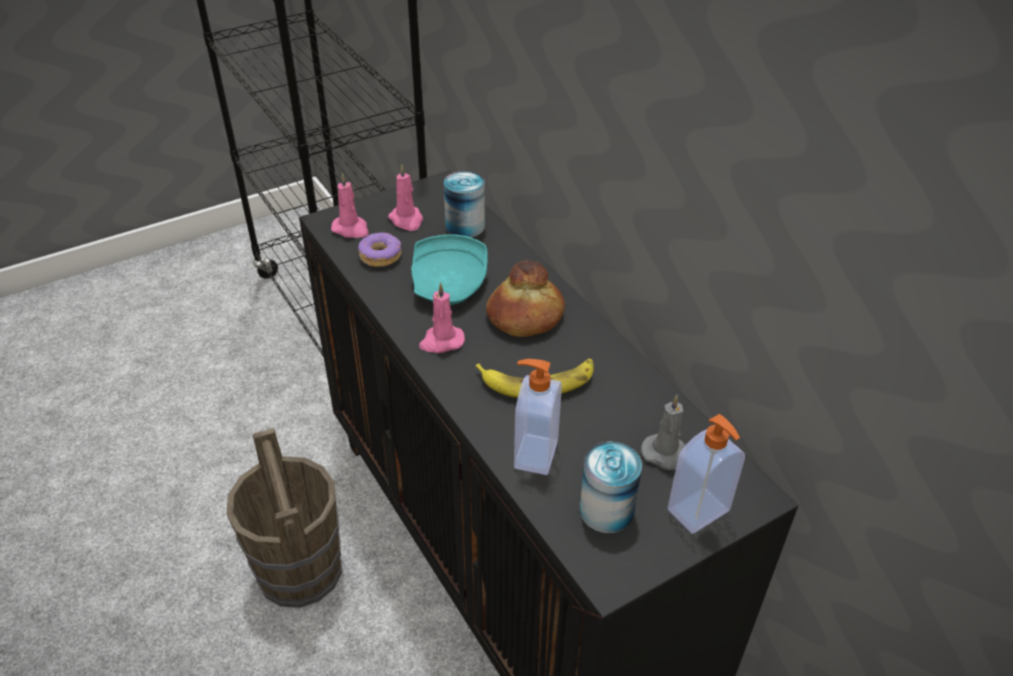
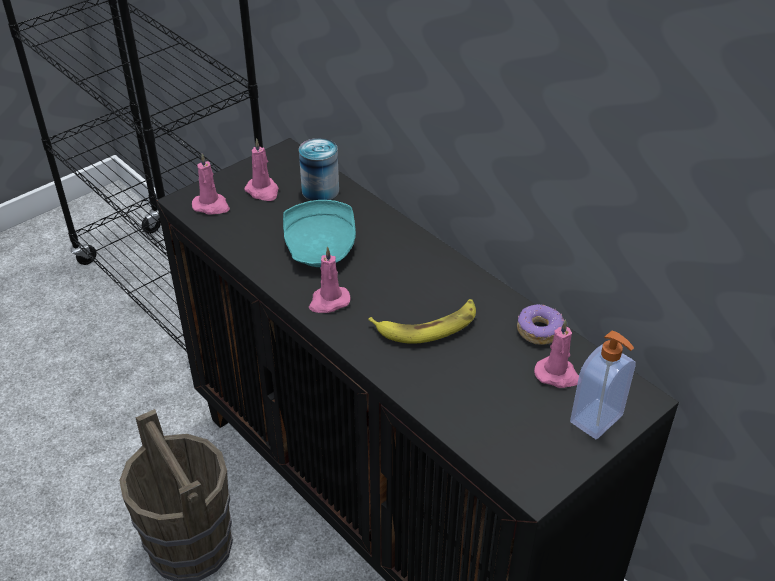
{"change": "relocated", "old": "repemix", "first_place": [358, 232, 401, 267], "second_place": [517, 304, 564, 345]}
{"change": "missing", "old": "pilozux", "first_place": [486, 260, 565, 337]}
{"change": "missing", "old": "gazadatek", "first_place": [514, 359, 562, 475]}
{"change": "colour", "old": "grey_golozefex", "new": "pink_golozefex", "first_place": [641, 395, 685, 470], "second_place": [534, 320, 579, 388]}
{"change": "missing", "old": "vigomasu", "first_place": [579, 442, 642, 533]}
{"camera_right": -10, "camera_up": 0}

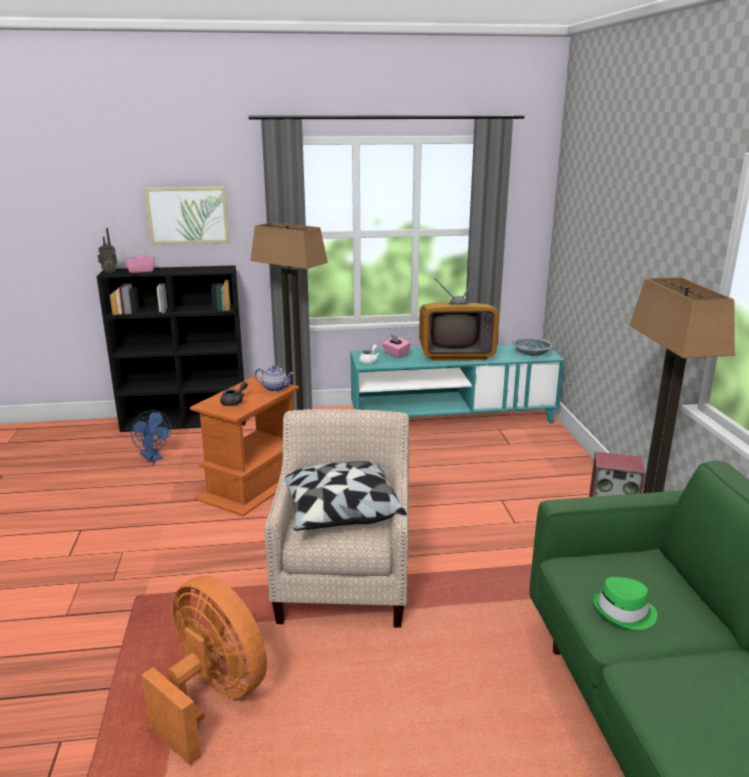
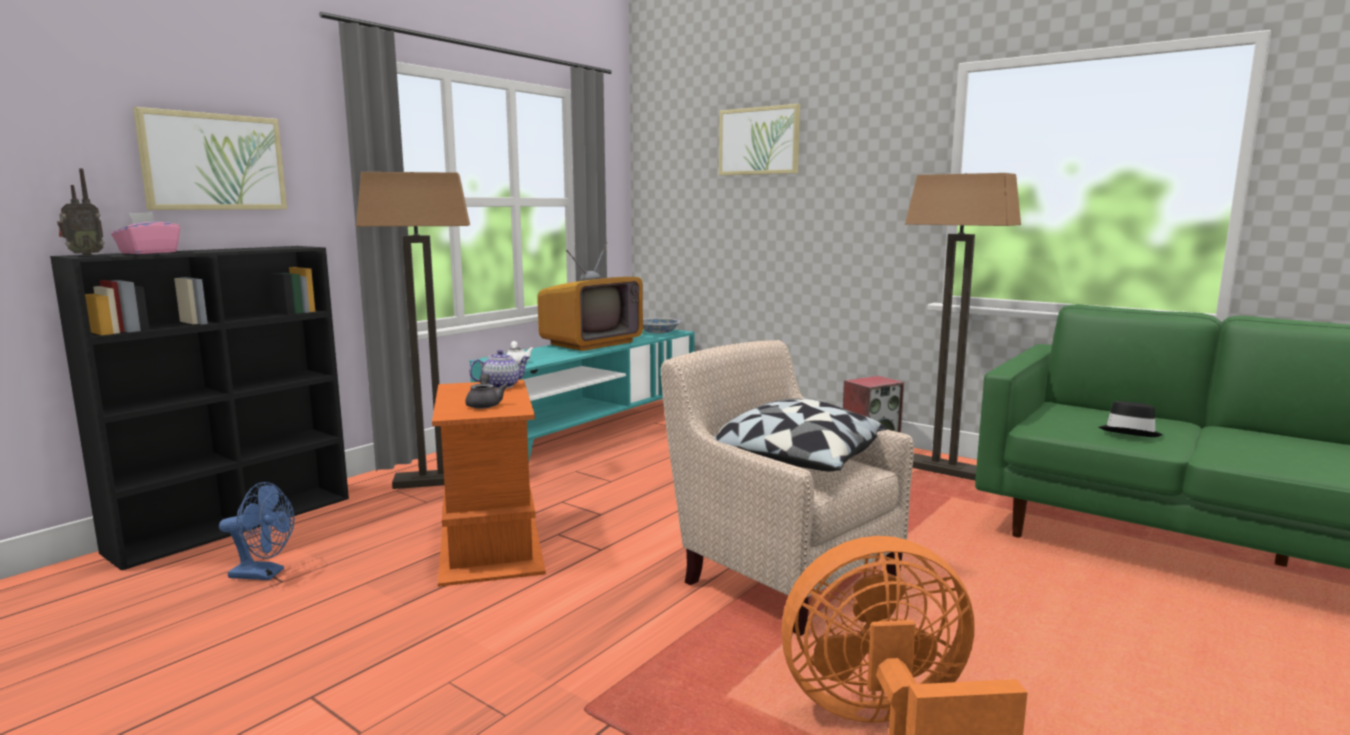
{"change": "missing", "old": "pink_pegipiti", "first_place": [382, 335, 411, 358]}
{"change": "colour", "old": "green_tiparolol", "new": "black_tiparolol", "first_place": [592, 577, 657, 630], "second_place": [1099, 401, 1163, 437]}
{"change": "appeared", "new": "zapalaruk", "second_place": [719, 104, 800, 175]}
{"camera_right": -45, "camera_up": -10}

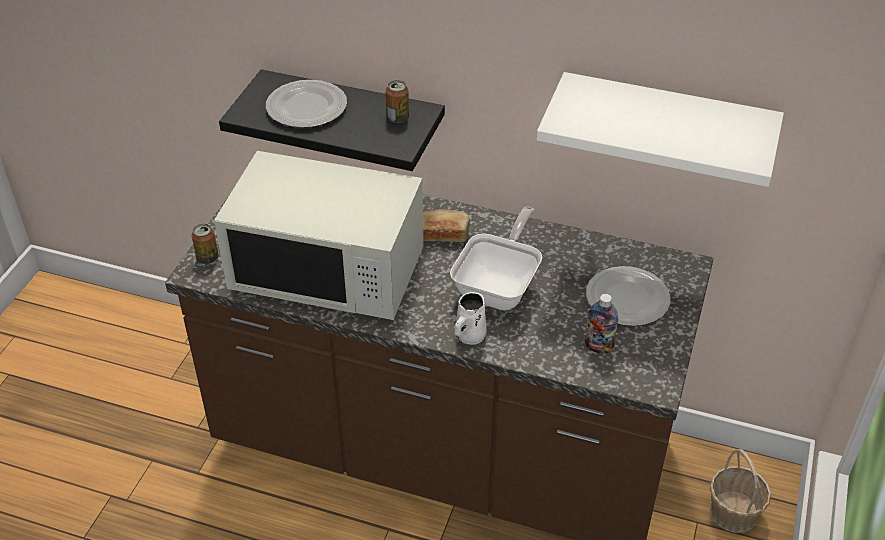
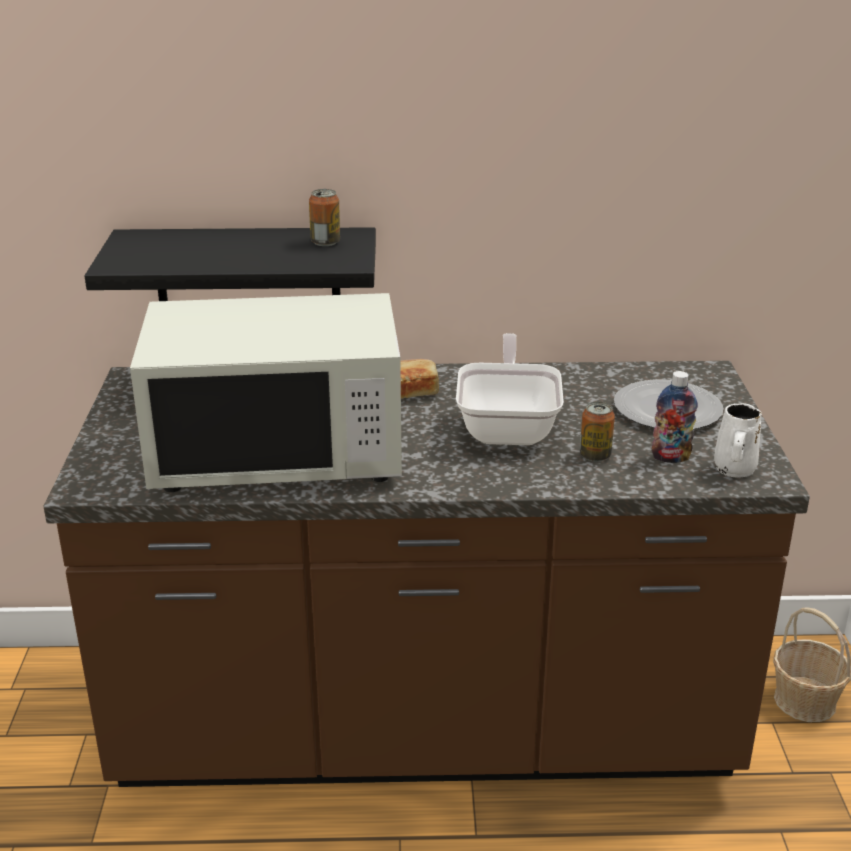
{"change": "missing", "old": "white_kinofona", "first_place": [536, 72, 784, 187]}
{"change": "missing", "old": "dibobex", "first_place": [266, 80, 347, 128]}
{"change": "relocated", "old": "vigomasu", "first_place": [192, 224, 219, 264], "second_place": [580, 401, 615, 462]}
{"change": "relocated", "old": "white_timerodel", "first_place": [455, 292, 487, 345], "second_place": [714, 403, 762, 478]}
{"camera_right": -20, "camera_up": -15}

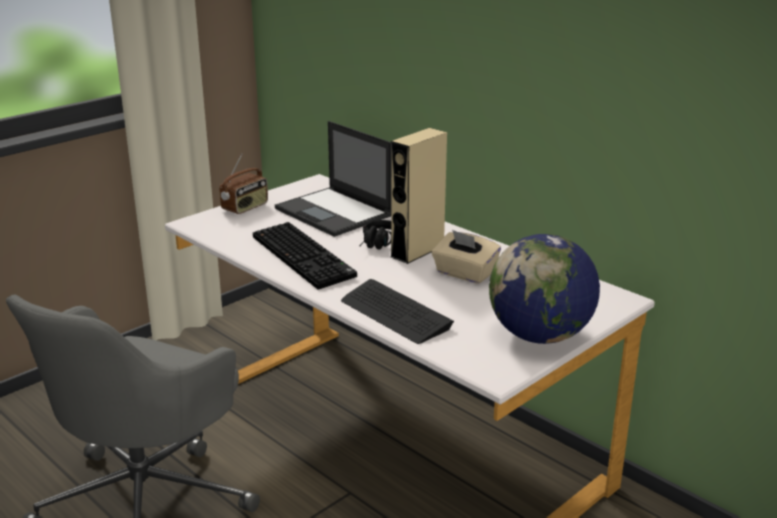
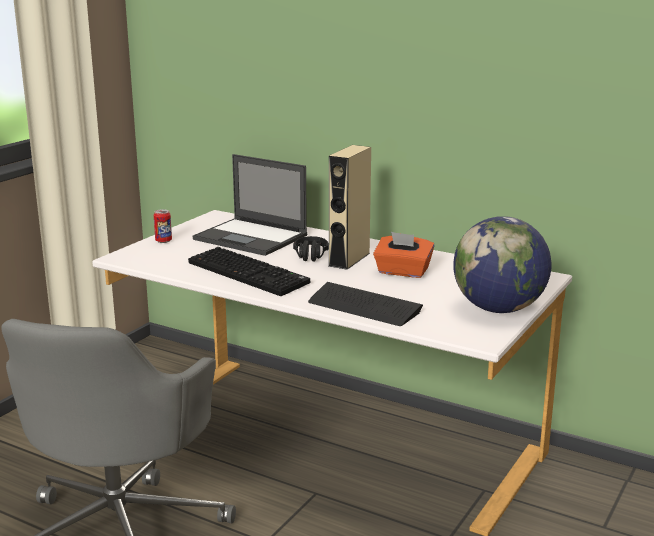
{"change": "exchanged", "old": "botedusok", "new": "vigomasu", "first_place": [219, 153, 268, 214], "second_place": [154, 209, 172, 243]}
{"change": "colour", "old": "beige_pegipiti", "new": "orange_pegipiti", "first_place": [432, 230, 501, 284], "second_place": [373, 232, 434, 278]}
{"camera_right": -15, "camera_up": -5}

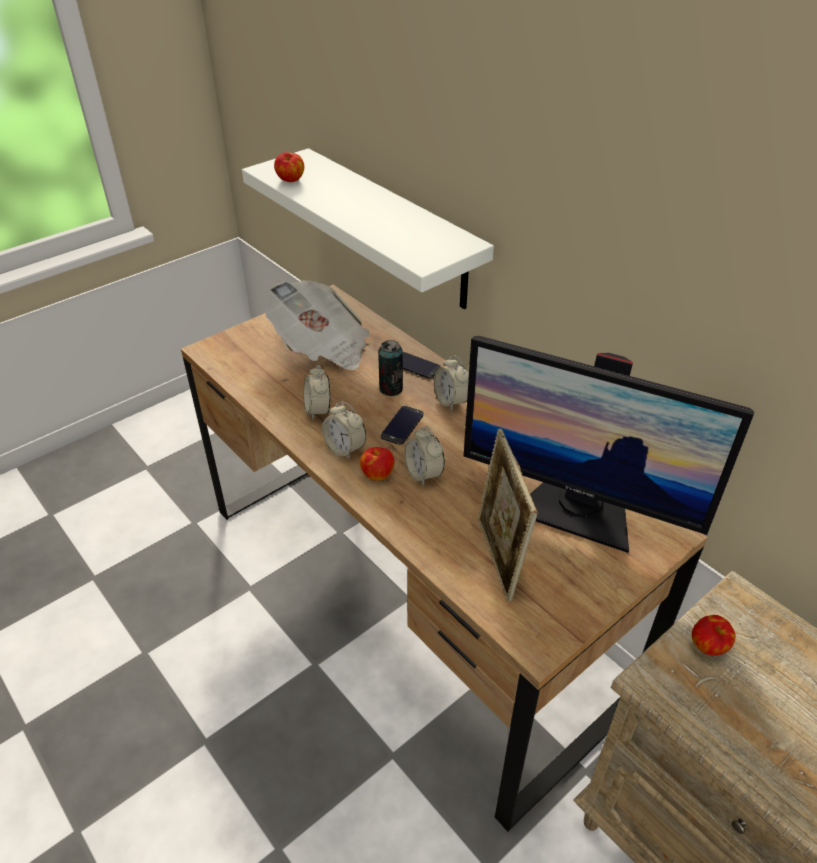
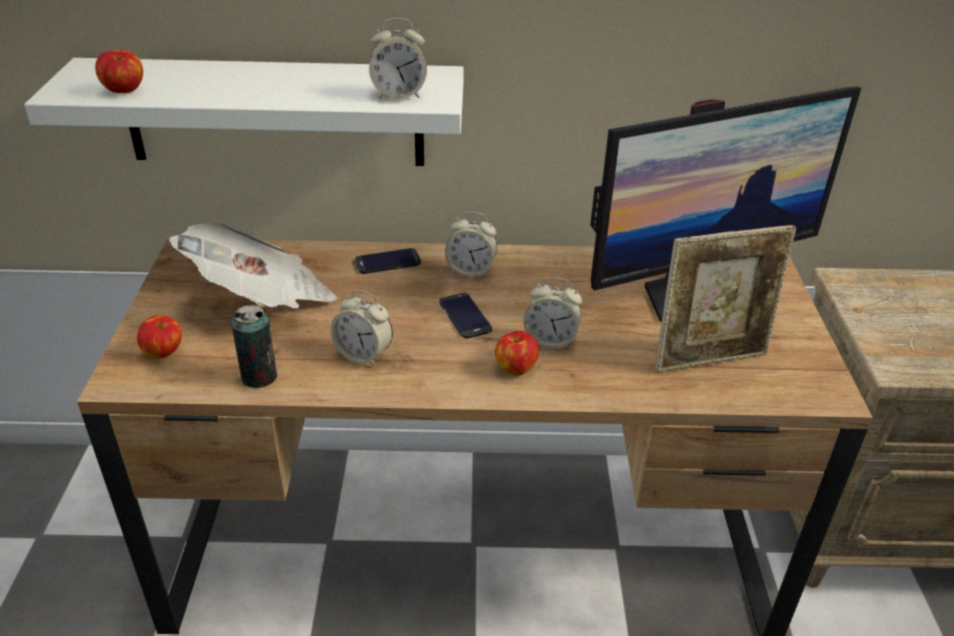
{"change": "relocated", "old": "vigomasu", "first_place": [378, 340, 403, 396], "second_place": [231, 305, 277, 388]}
{"change": "relocated", "old": "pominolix", "first_place": [322, 401, 366, 460], "second_place": [369, 18, 427, 100]}
{"change": "spun", "old": "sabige", "first_place": [478, 429, 538, 602], "second_place": [655, 225, 796, 373], "degrees": -45}
{"change": "relocated", "old": "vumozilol", "first_place": [692, 615, 736, 656], "second_place": [137, 315, 182, 358]}
{"camera_right": -50, "camera_up": -5}

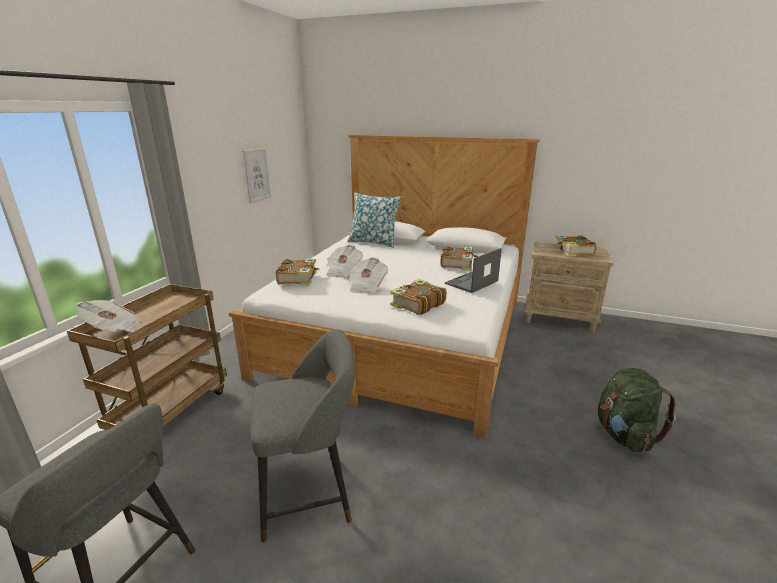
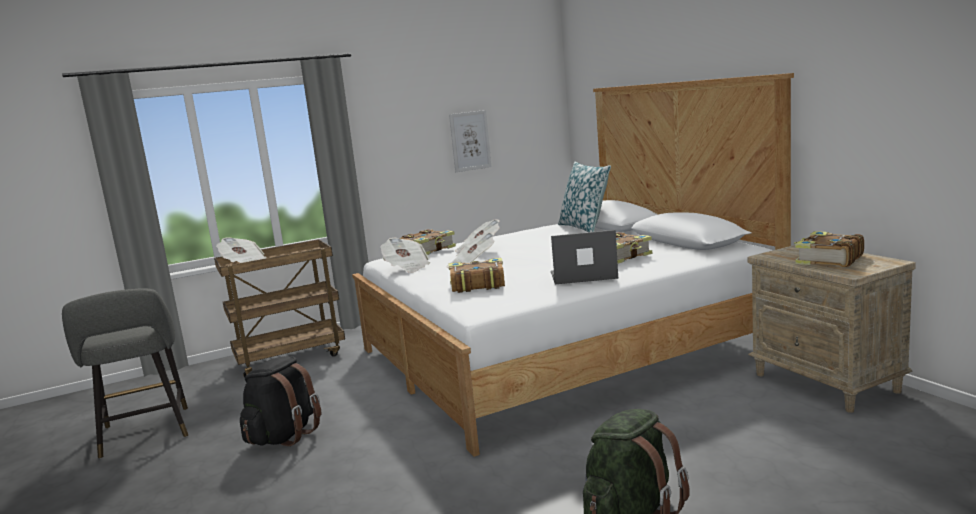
{"change": "exchanged", "old": "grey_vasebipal", "new": "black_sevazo", "first_place": [250, 329, 355, 542], "second_place": [240, 356, 322, 446]}
{"change": "appeared", "new": "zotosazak", "second_place": [380, 238, 430, 273]}
{"camera_right": 45, "camera_up": -10}

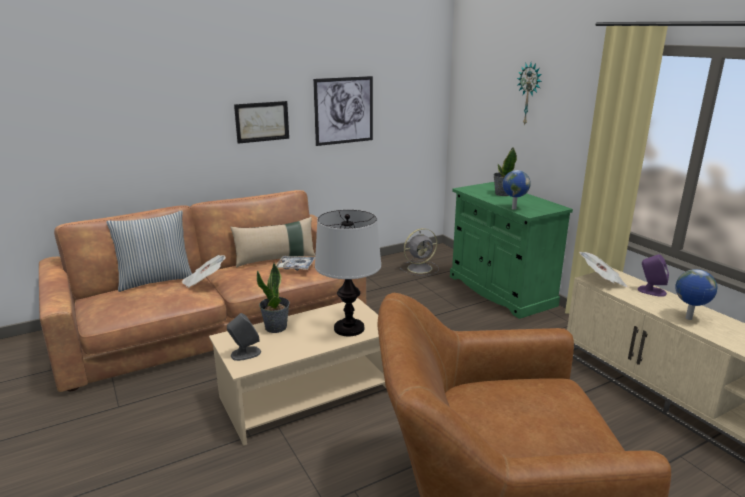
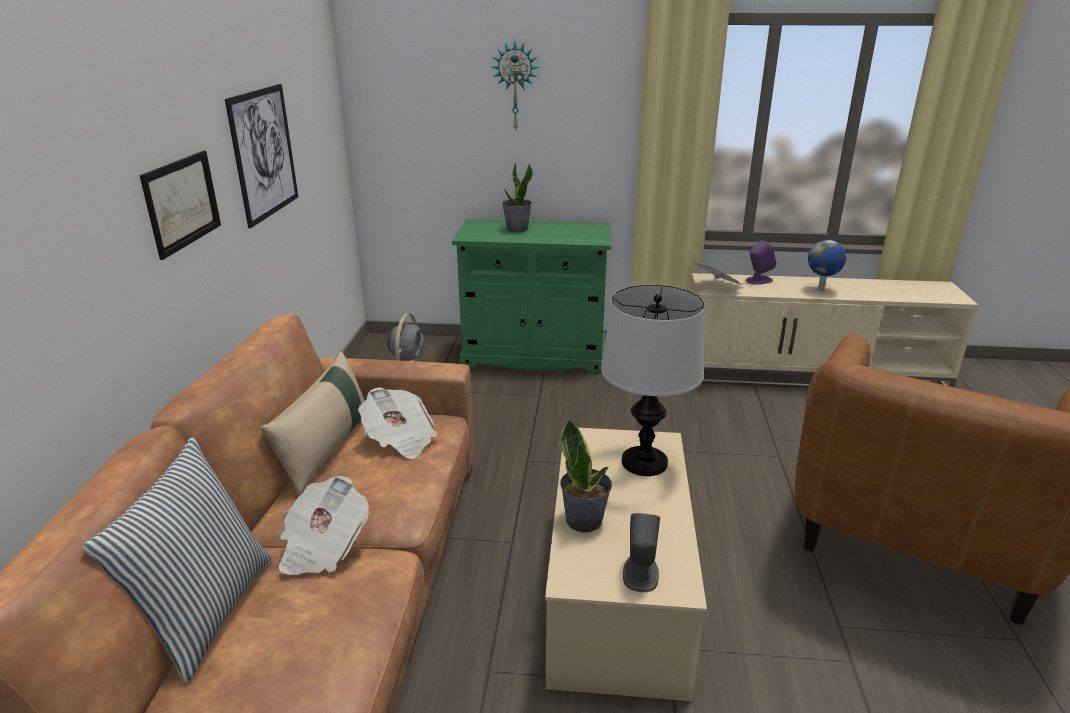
{"change": "missing", "old": "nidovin", "first_place": [503, 170, 531, 210]}
{"change": "exchanged", "old": "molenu", "new": "zotosazak", "first_place": [276, 256, 315, 271], "second_place": [358, 387, 438, 459]}
{"camera_right": -55, "camera_up": 5}

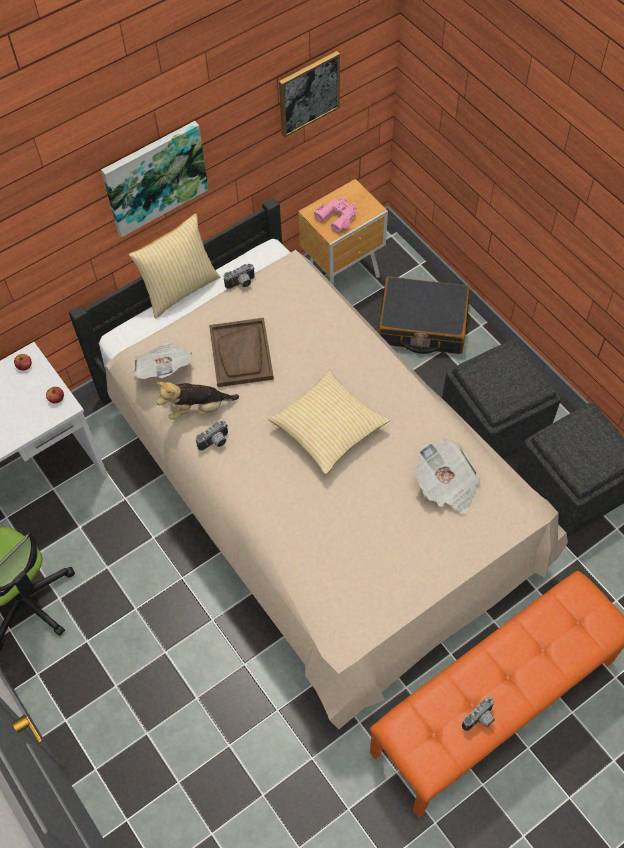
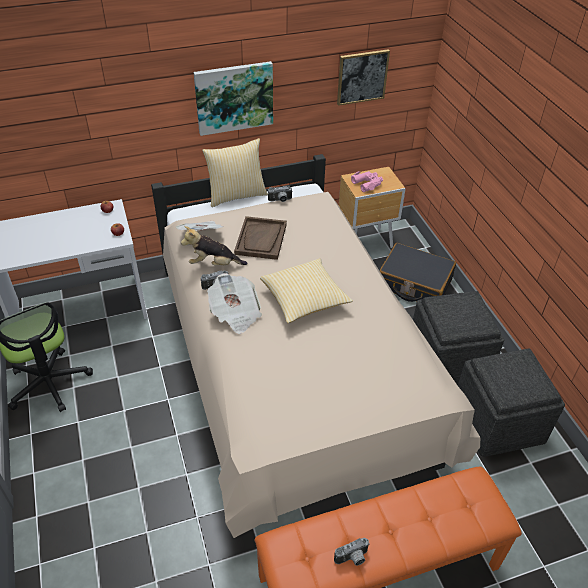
{"change": "relocated", "old": "zotosazak", "first_place": [415, 439, 481, 514], "second_place": [207, 273, 262, 334]}
{"camera_right": 15, "camera_up": -15}

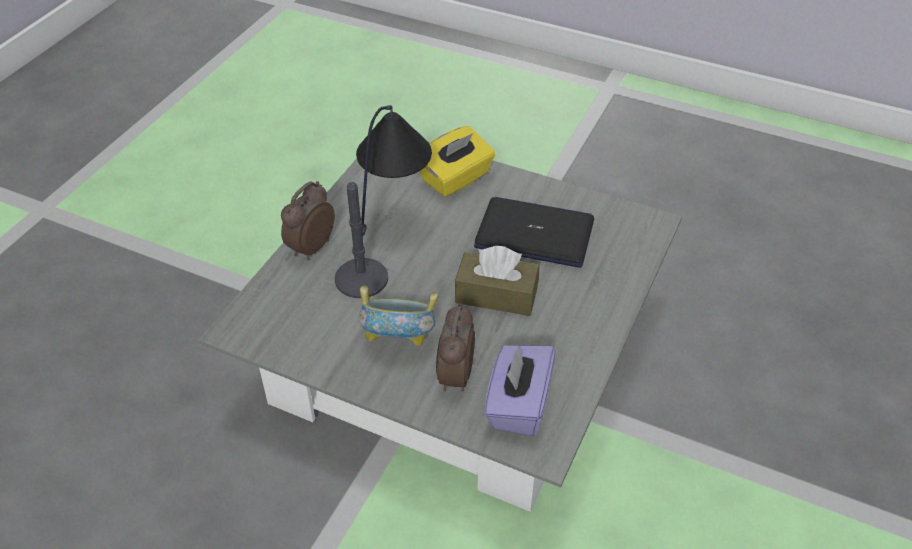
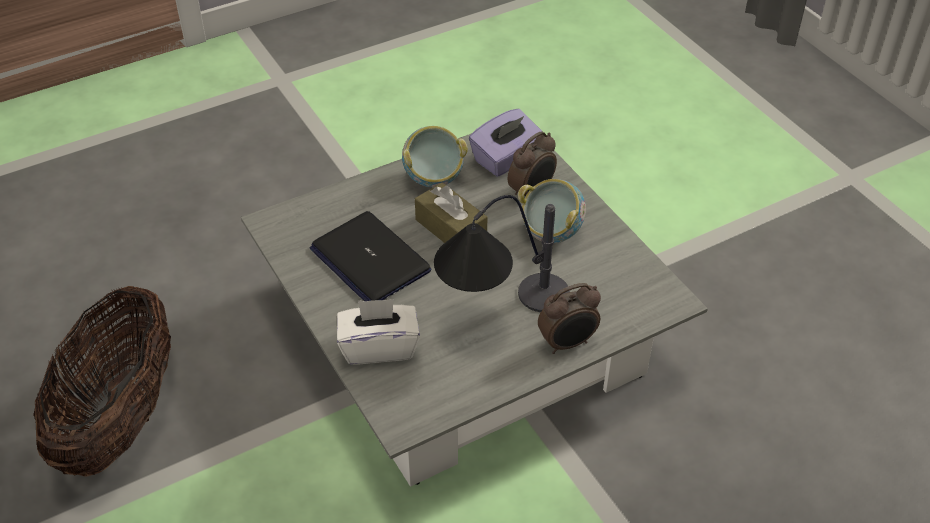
{"change": "colour", "old": "yellow_pegipiti", "new": "white_pegipiti", "first_place": [420, 126, 495, 197], "second_place": [337, 299, 420, 364]}
{"change": "appeared", "new": "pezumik", "second_place": [402, 126, 468, 187]}
{"change": "appeared", "new": "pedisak", "second_place": [33, 286, 171, 477]}
{"camera_right": -145, "camera_up": 0}

